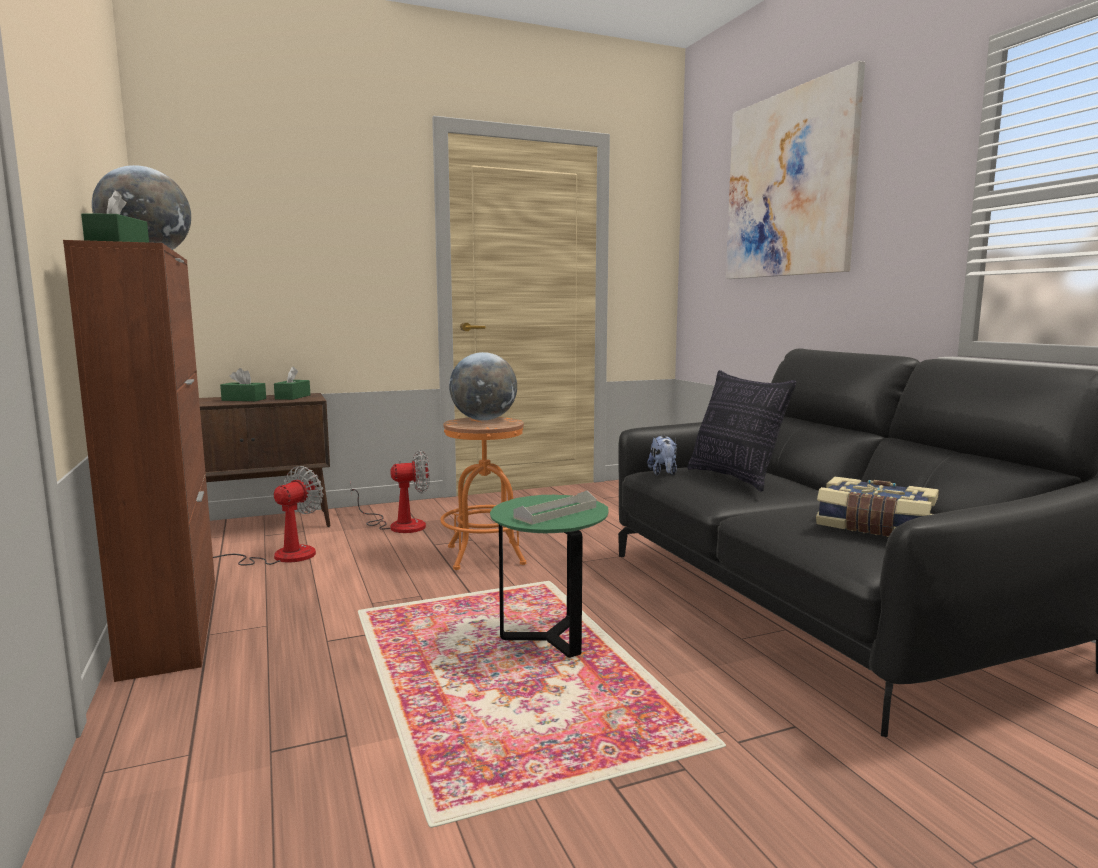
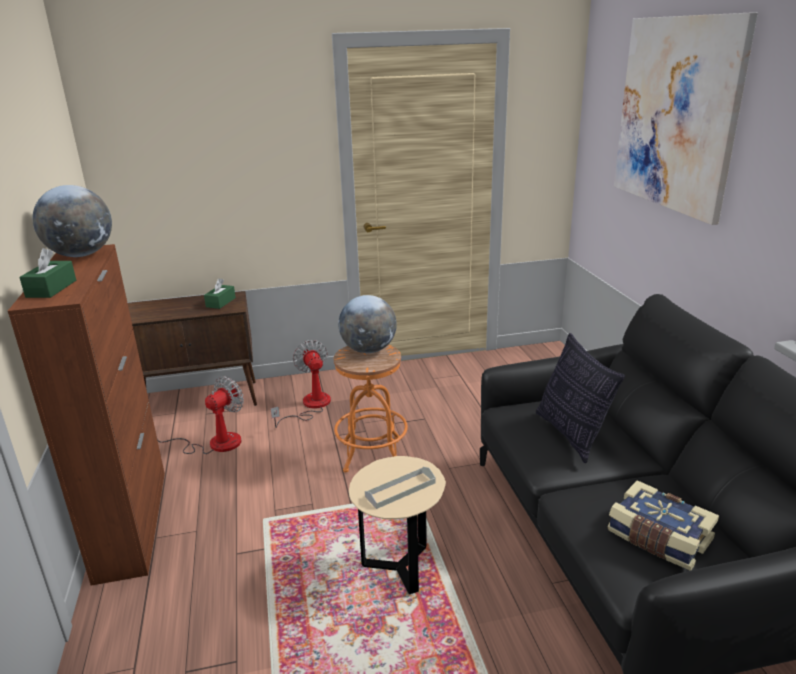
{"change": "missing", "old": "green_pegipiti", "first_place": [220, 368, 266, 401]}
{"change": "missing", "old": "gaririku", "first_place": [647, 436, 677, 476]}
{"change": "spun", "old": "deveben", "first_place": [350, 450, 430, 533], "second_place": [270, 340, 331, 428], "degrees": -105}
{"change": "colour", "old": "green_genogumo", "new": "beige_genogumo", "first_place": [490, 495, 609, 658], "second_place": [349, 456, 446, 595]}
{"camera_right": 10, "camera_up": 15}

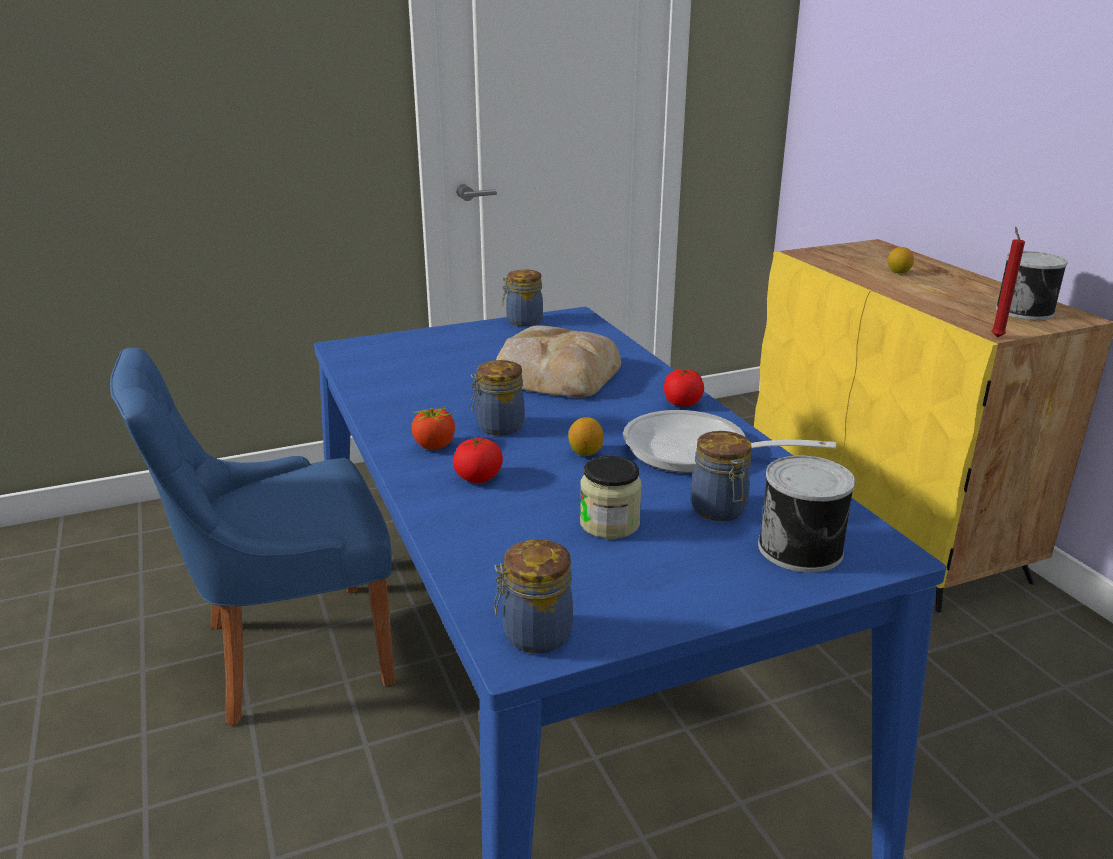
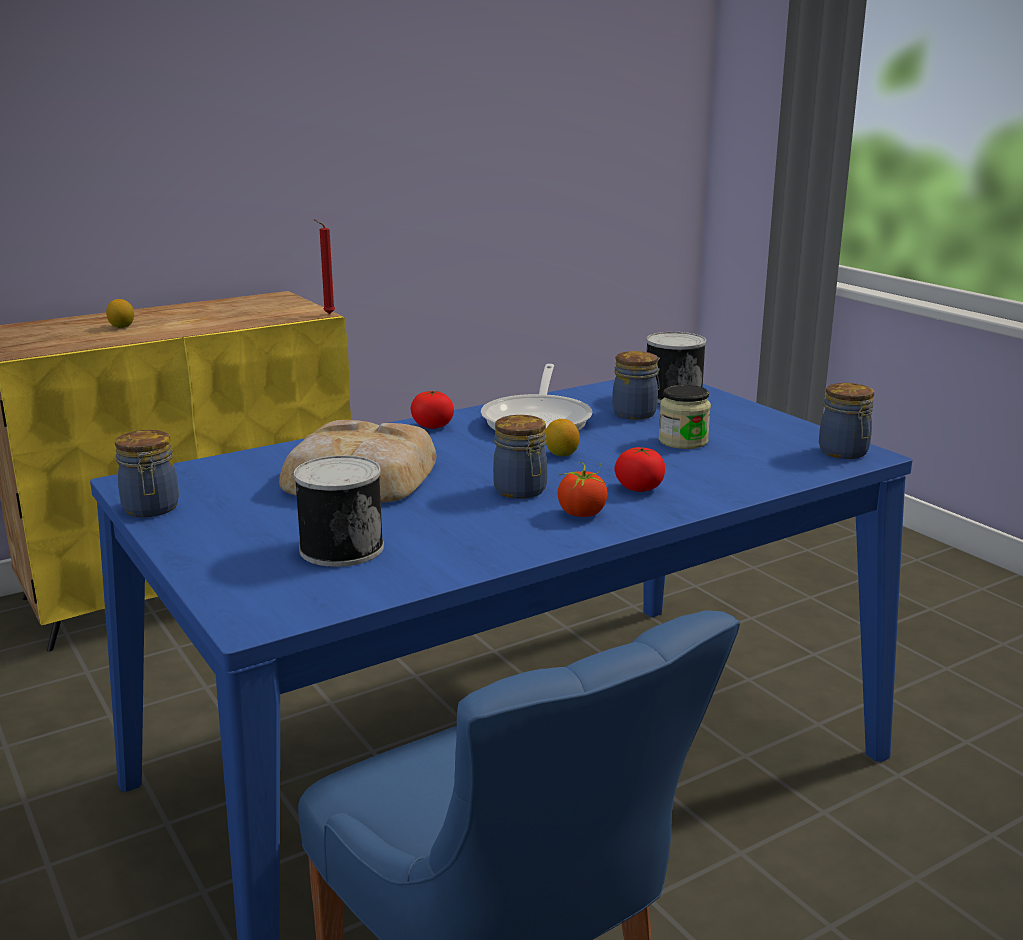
{"change": "relocated", "old": "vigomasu", "first_place": [996, 251, 1068, 320], "second_place": [294, 455, 384, 567]}
{"camera_right": -100, "camera_up": -5}

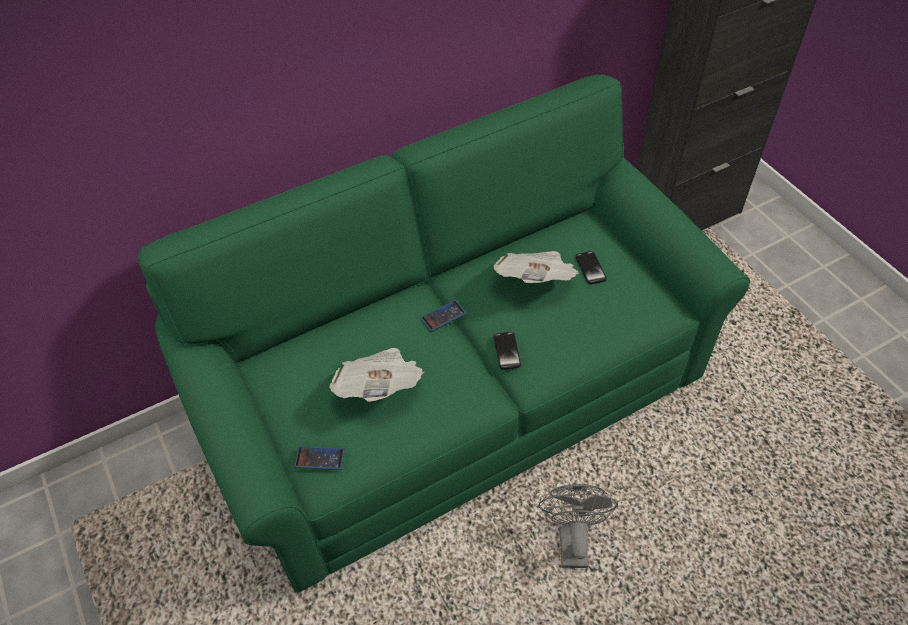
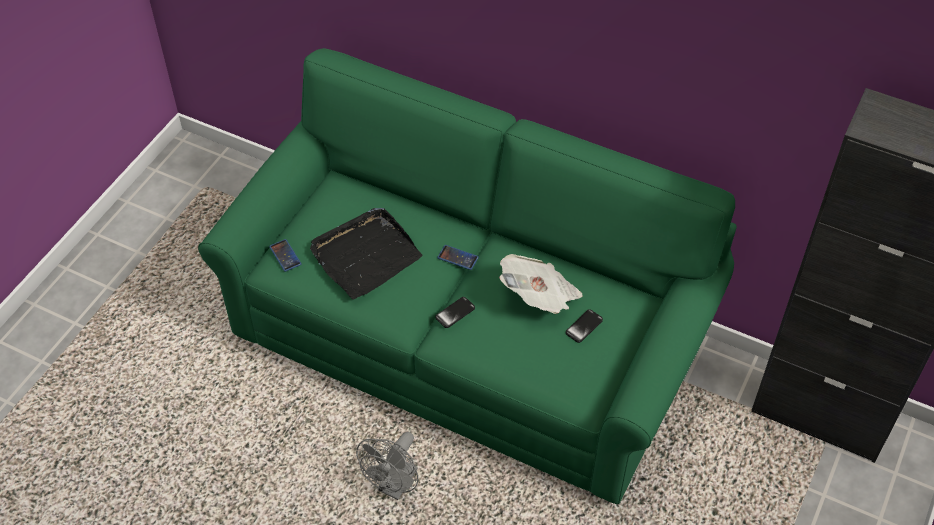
{"change": "exchanged", "old": "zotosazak", "new": "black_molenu", "first_place": [329, 348, 424, 402], "second_place": [310, 208, 423, 300]}
{"change": "spun", "old": "grey_deveben", "first_place": [538, 484, 618, 568], "second_place": [356, 432, 418, 500], "degrees": 150}
{"camera_right": 55, "camera_up": 0}

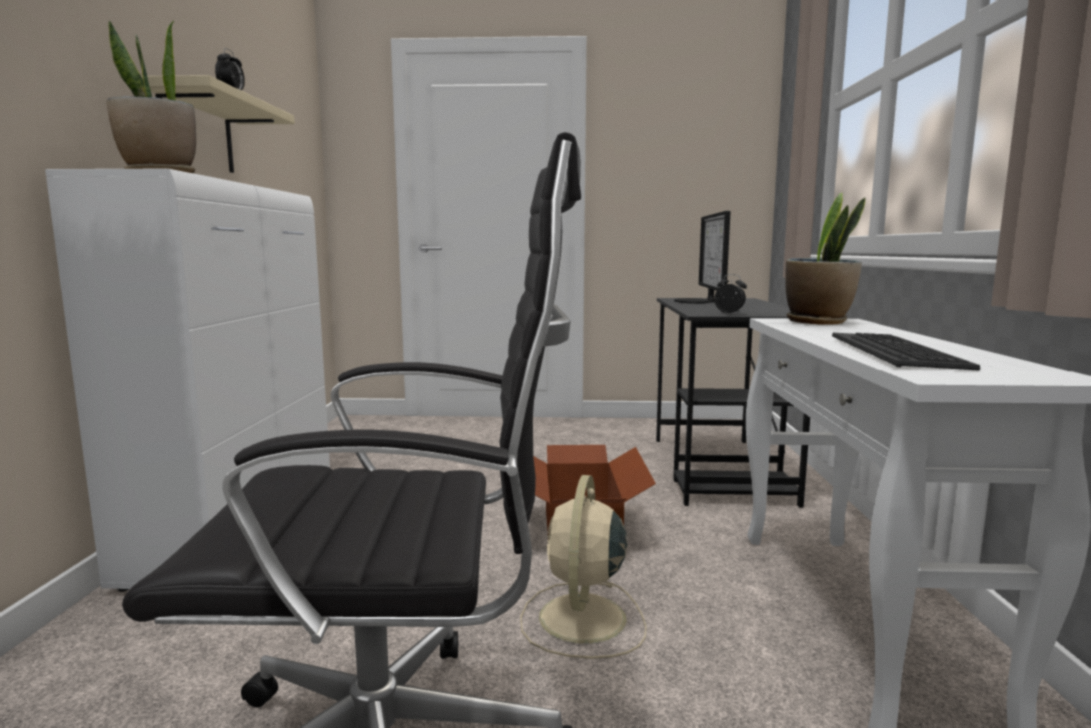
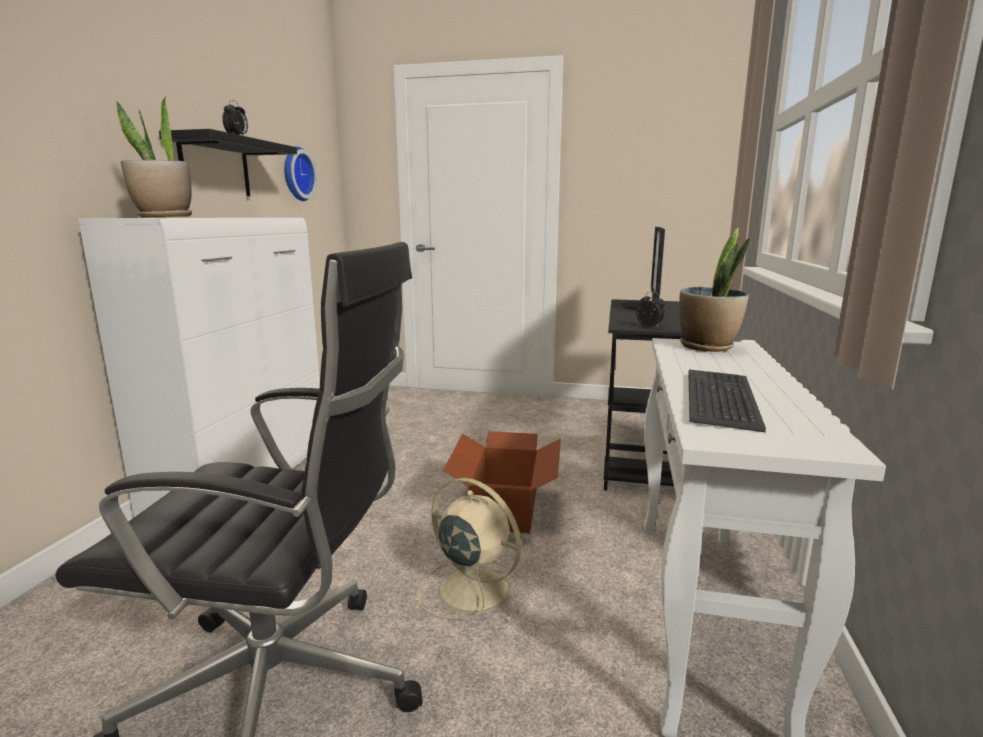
{"change": "colour", "old": "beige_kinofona", "new": "black_kinofona", "first_place": [141, 75, 295, 173], "second_place": [159, 129, 297, 196]}
{"change": "spun", "old": "beige_deveben", "first_place": [520, 475, 647, 659], "second_place": [417, 478, 527, 623], "degrees": 105}
{"change": "appeared", "new": "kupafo", "second_place": [284, 147, 317, 201]}
{"camera_right": 10, "camera_up": 5}

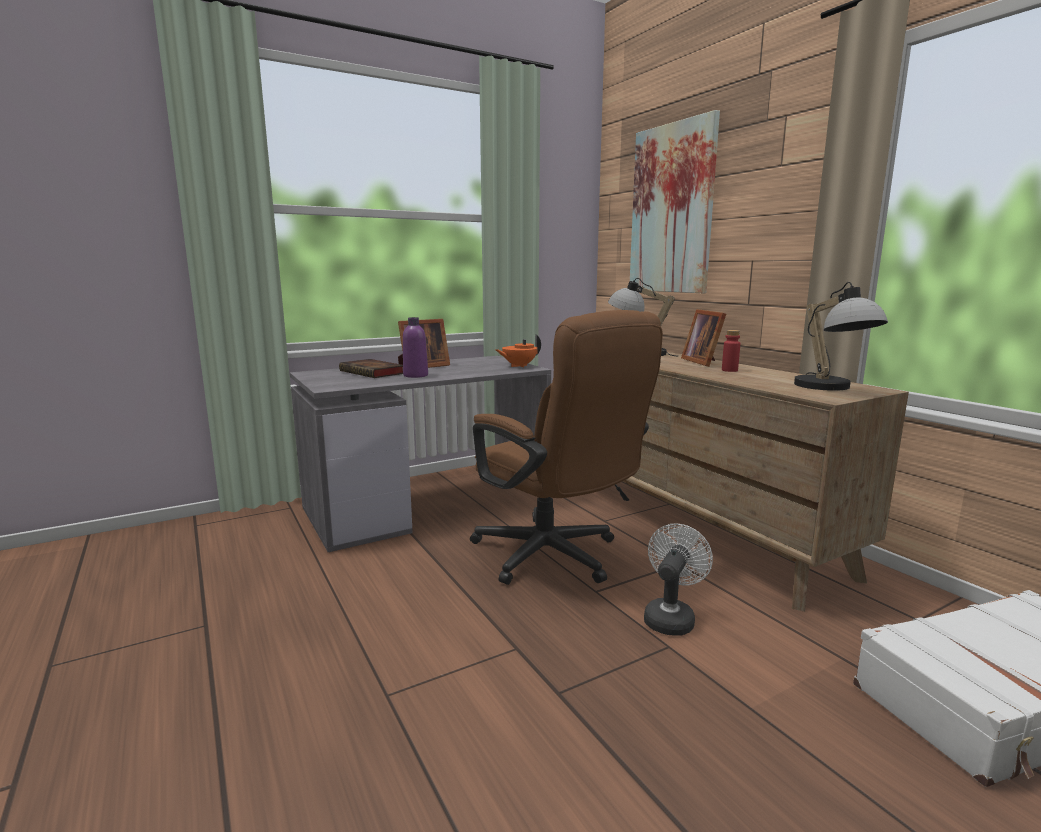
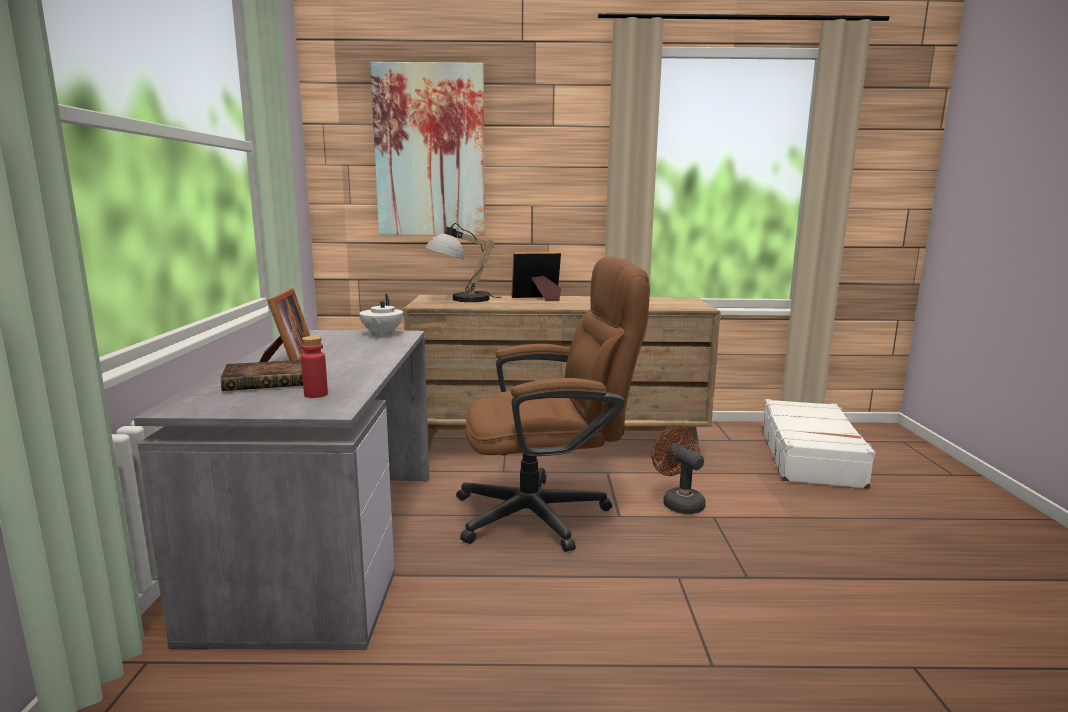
{"change": "missing", "old": "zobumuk", "first_place": [794, 282, 888, 391]}
{"change": "spun", "old": "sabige", "first_place": [681, 309, 726, 367], "second_place": [512, 252, 561, 301], "degrees": 150}
{"change": "missing", "old": "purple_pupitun", "first_place": [403, 317, 428, 378]}
{"change": "relocated", "old": "red_pupitun", "first_place": [722, 330, 740, 372], "second_place": [301, 336, 328, 398]}
{"change": "colour", "old": "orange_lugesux", "new": "white_lugesux", "first_place": [496, 334, 541, 367], "second_place": [359, 294, 403, 337]}
{"change": "colour", "old": "white_deveben", "new": "brown_deveben", "first_place": [644, 523, 713, 636], "second_place": [652, 425, 706, 514]}
{"camera_right": -60, "camera_up": 0}

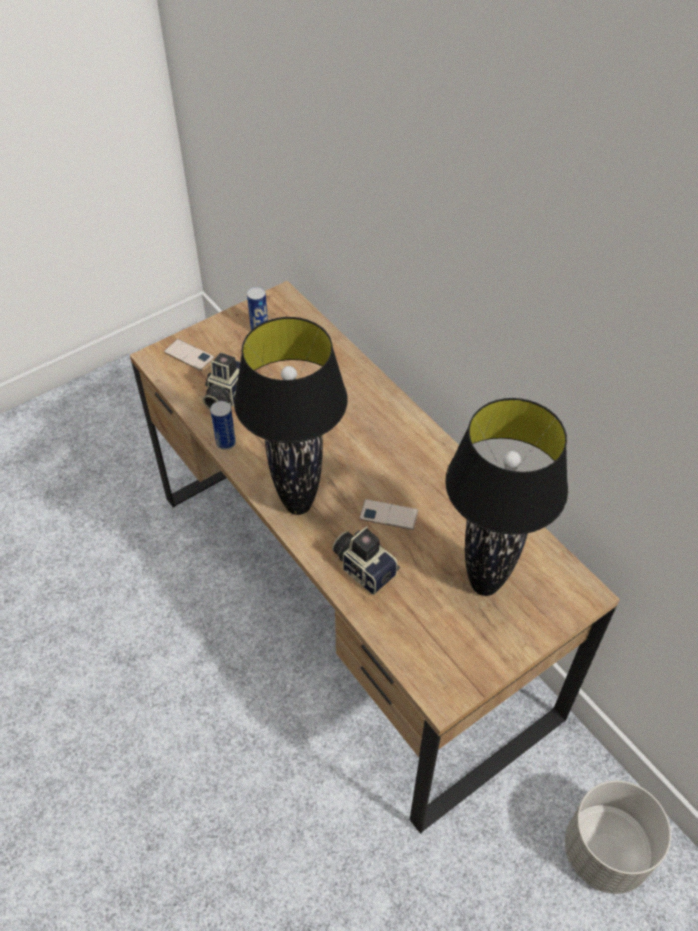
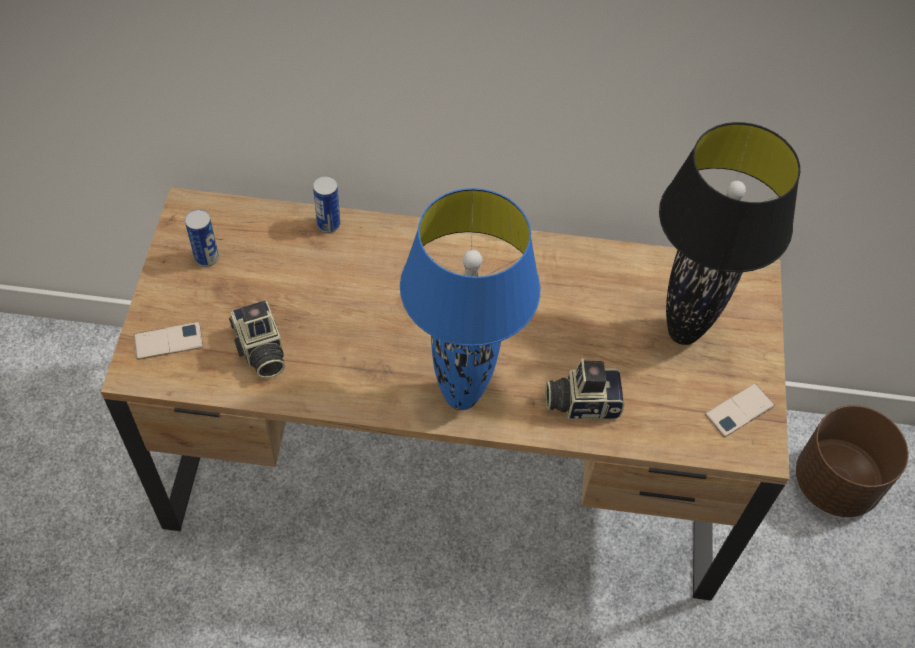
{"change": "colour", "old": "black_zobumuk", "new": "blue_zobumuk", "first_place": [234, 317, 348, 515], "second_place": [400, 188, 541, 410]}
{"change": "relocated", "old": "vigomasu", "first_place": [210, 401, 236, 450], "second_place": [313, 176, 340, 233]}
{"change": "relocated", "old": "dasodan", "first_place": [359, 499, 418, 530], "second_place": [705, 383, 775, 437]}
{"change": "colour", "old": "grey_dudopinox", "new": "brown_dudopinox", "first_place": [565, 780, 671, 894], "second_place": [796, 405, 908, 517]}
{"camera_right": -50, "camera_up": 5}

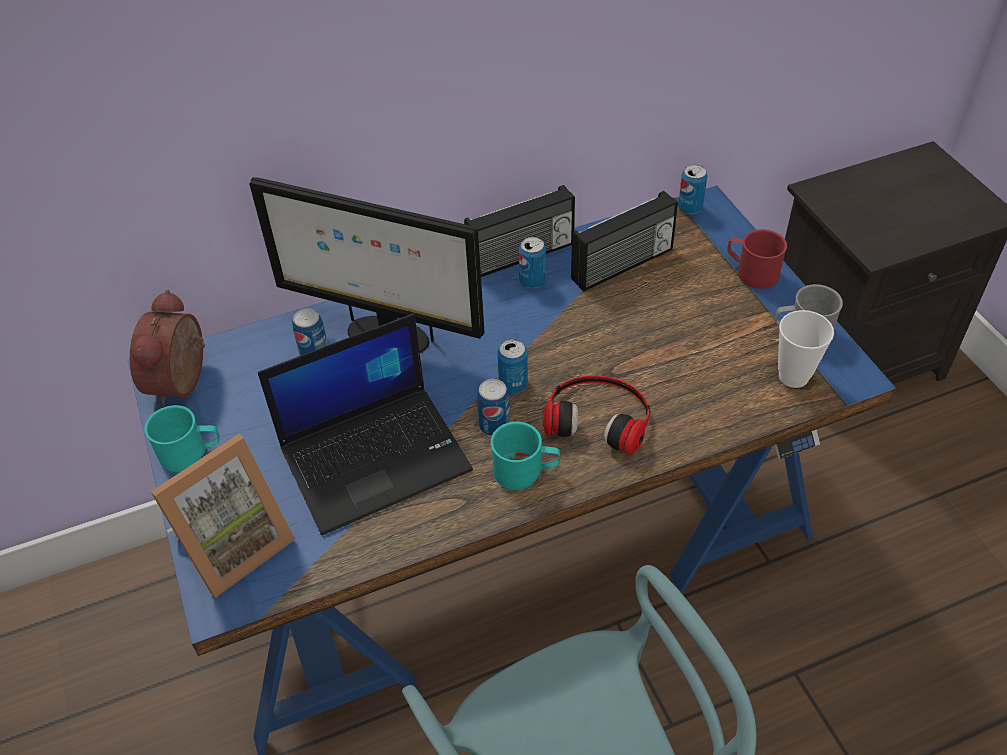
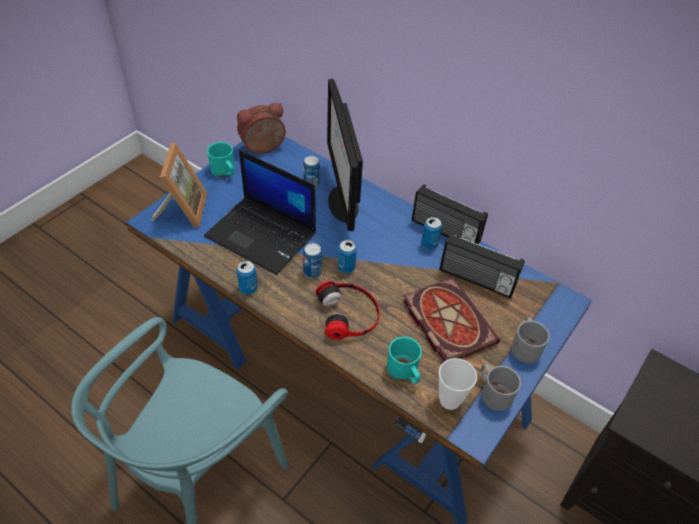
{"change": "relocated", "old": "vigomasu", "first_place": [678, 165, 708, 214], "second_place": [236, 261, 258, 295]}
{"change": "colour", "old": "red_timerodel", "new": "grey_timerodel", "first_place": [727, 229, 787, 289], "second_place": [511, 317, 550, 364]}
{"change": "relocated", "old": "turquoise_timerodel", "first_place": [491, 422, 560, 490], "second_place": [387, 337, 422, 384]}
{"change": "spun", "old": "sabige", "first_place": [151, 434, 295, 598], "second_place": [151, 142, 207, 228], "degrees": -105}
{"change": "appeared", "new": "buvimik", "second_place": [403, 277, 500, 362]}
{"camera_right": 55, "camera_up": 0}

